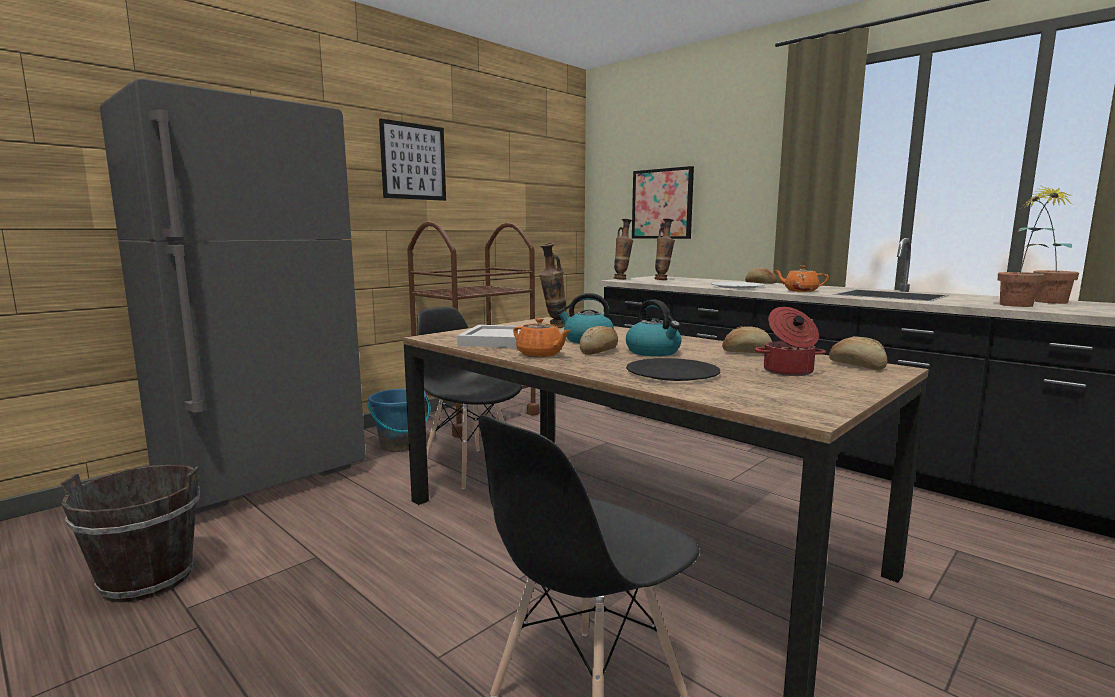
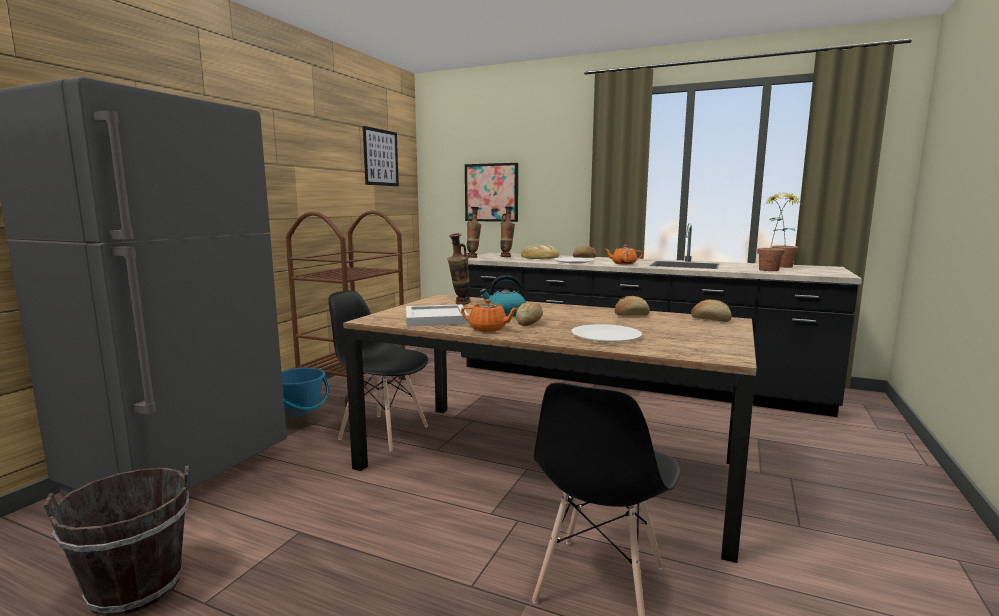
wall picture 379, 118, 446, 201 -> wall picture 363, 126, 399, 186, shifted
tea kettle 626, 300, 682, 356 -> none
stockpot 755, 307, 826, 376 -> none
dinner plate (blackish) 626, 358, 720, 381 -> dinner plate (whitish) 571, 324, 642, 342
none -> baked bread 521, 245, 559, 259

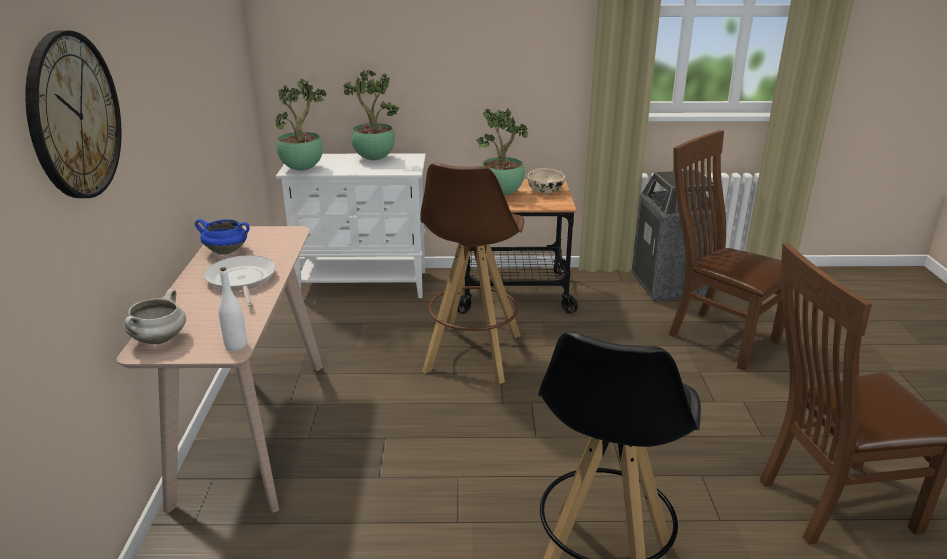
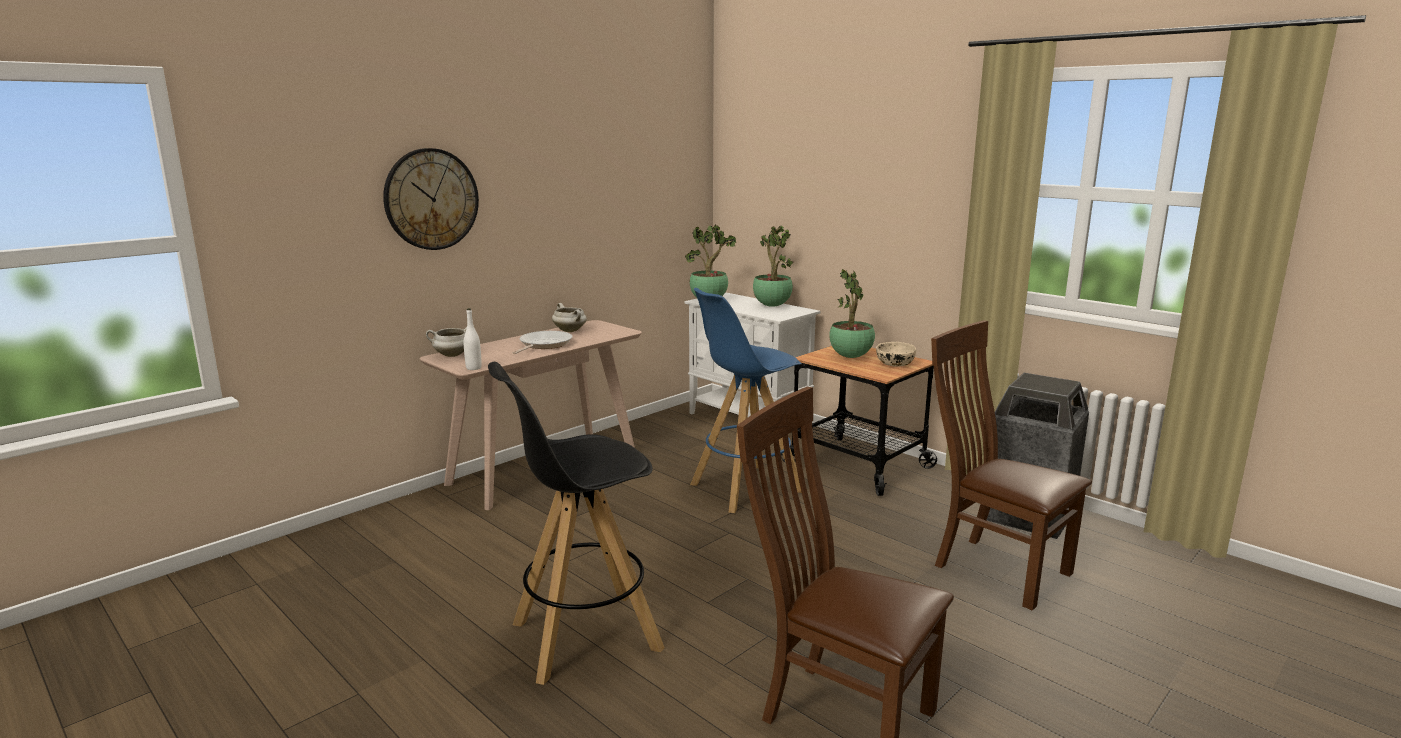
plain chair (brownish) 669, 130, 793, 371 -> plain chair (brownish) 931, 320, 1092, 611, 45 degrees counterclockwise
stool (brownish) 420, 163, 524, 384 -> stool (blue) 690, 288, 802, 513
stockpot (blue) 195, 219, 249, 255 -> stockpot (whitish) 552, 303, 587, 332

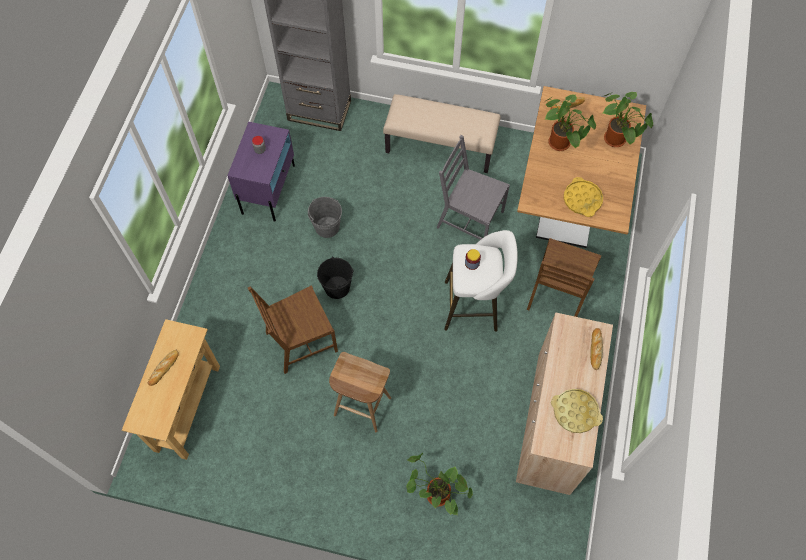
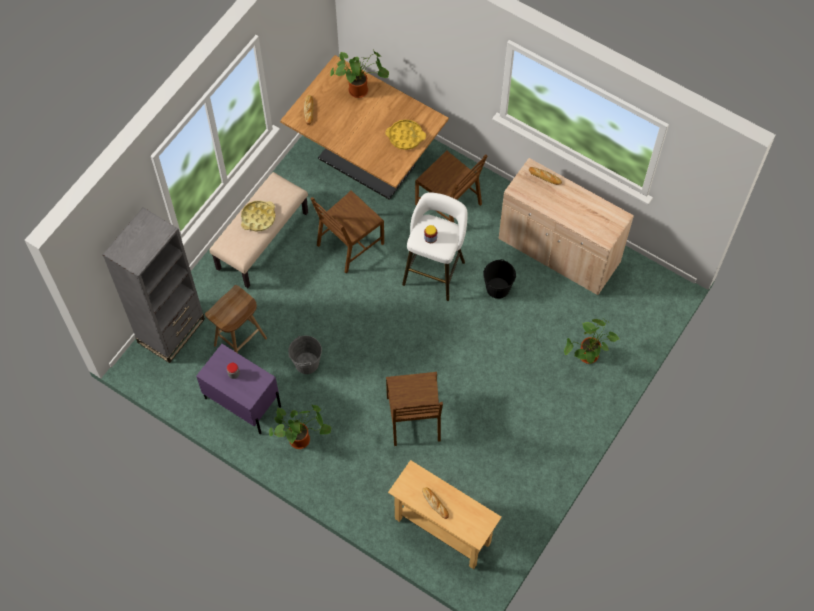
plant in a pot 545, 95, 596, 151 -> plant in a pot 269, 404, 331, 449, shifted
plain chair (grey) 436, 135, 510, 240 -> plain chair (brownish) 310, 190, 384, 273
water bucket (blackish) 317, 256, 353, 299 -> water bucket (blackish) 483, 259, 516, 299, shifted
stool (brownish) 329, 352, 391, 432 -> stool (brownish) 205, 285, 267, 353, shifted
serving tray (yellowish) 551, 389, 603, 433 -> serving tray (yellowish) 241, 201, 275, 232, shifted

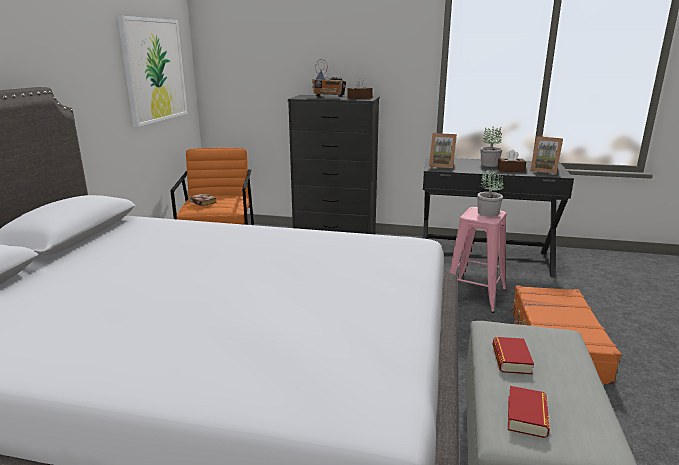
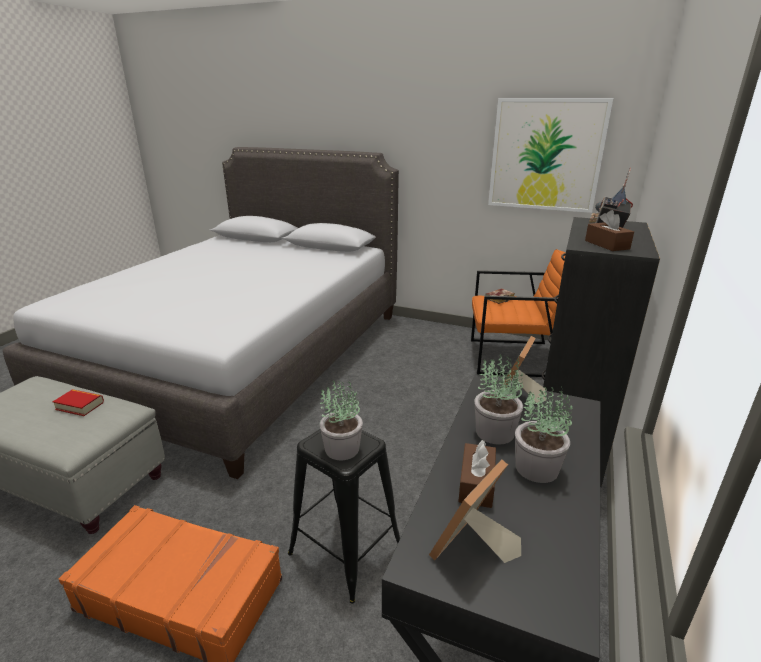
stool (pinkish) 450, 207, 507, 313 -> stool (blackish) 288, 429, 400, 604
book 508, 386, 550, 438 -> none
none -> plant in a pot 474, 354, 523, 445

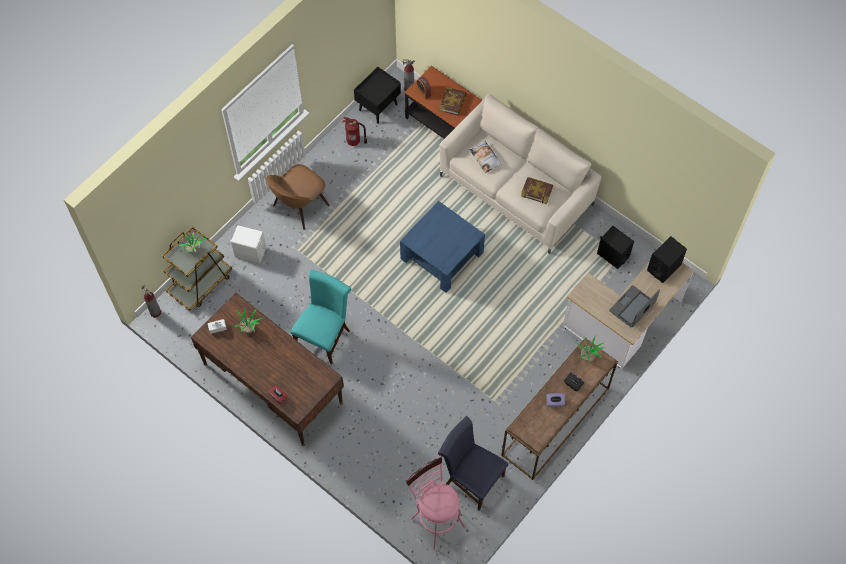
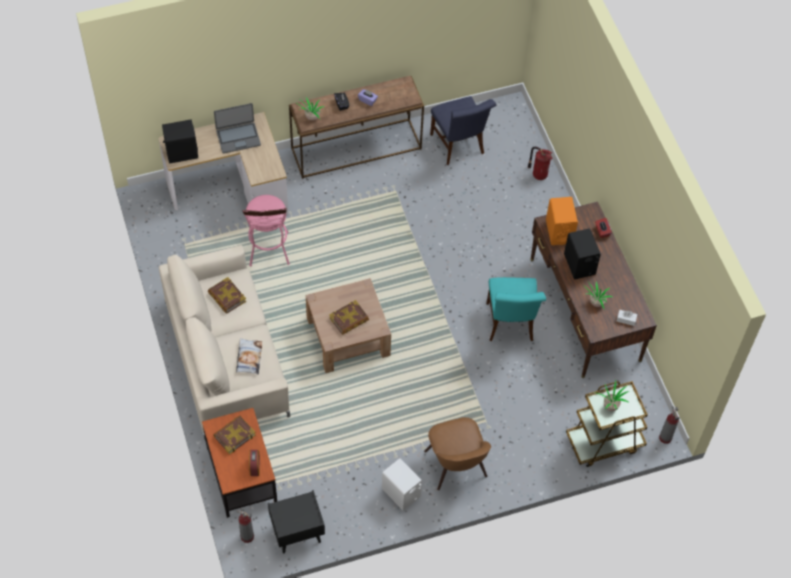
extinguisher 342, 117, 367, 146 -> extinguisher 528, 147, 553, 180, shifted
plain chair (brownish) 266, 164, 330, 230 -> plain chair (brownish) 424, 417, 491, 490, 90 degrees clockwise
lounge table (blue) 400, 201, 485, 293 -> lounge table (brownish) 306, 278, 391, 373
loudspeaker (whitish) 230, 225, 266, 263 -> loudspeaker (whitish) 382, 458, 422, 511, shifted
loudspeaker (blackish) 597, 226, 634, 269 -> loudspeaker (blackish) 564, 229, 601, 279, shifted
plain chair (turquoise-coloured) 290, 270, 352, 364 -> plain chair (turquoise-coloured) 486, 277, 546, 341, 60 degrees counterclockwise
stool (pinkish) 406, 456, 466, 550 -> stool (pinkish) 242, 195, 290, 266, shifted
none -> loudspeaker (orangey) 546, 197, 578, 245
none -> book 330, 300, 369, 335

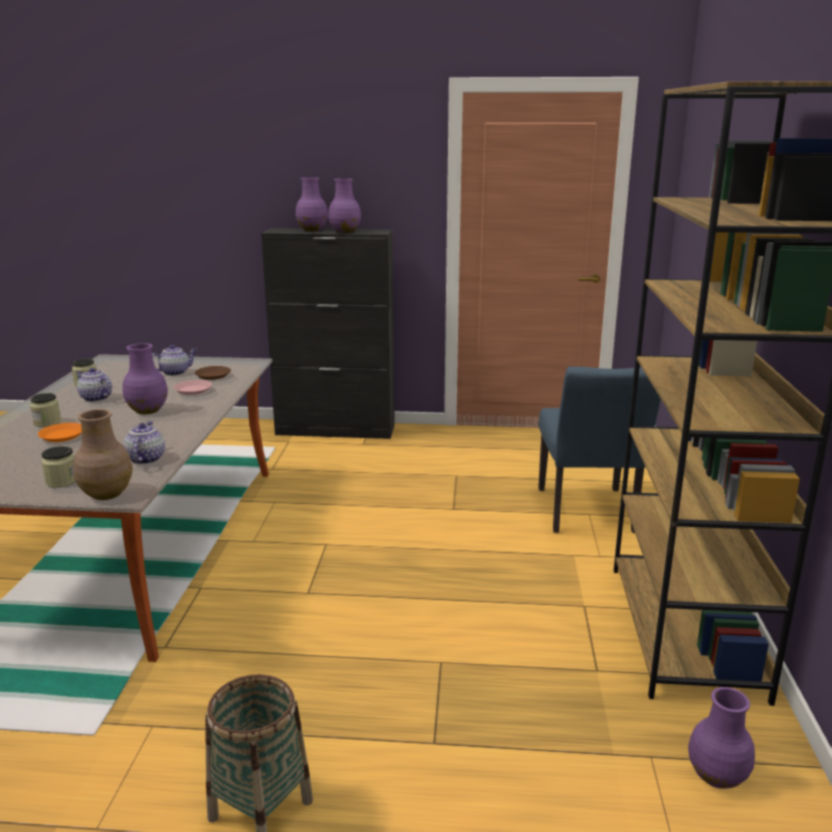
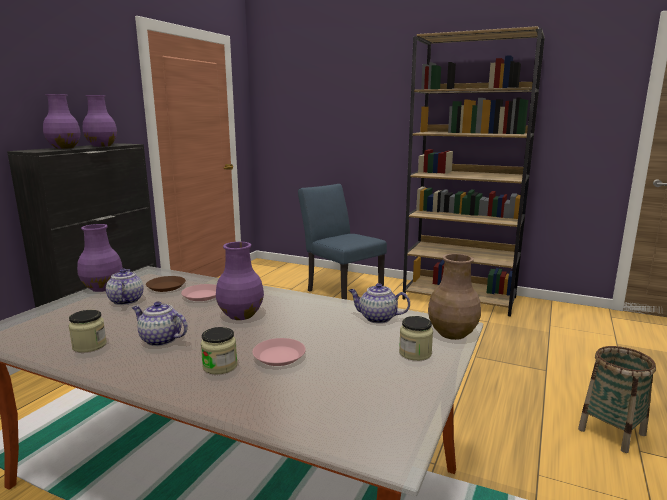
plain chair (blue) 538, 366, 661, 533 -> plain chair (blue) 298, 184, 387, 300, 150 degrees counterclockwise
teapot 76, 368, 112, 402 -> teapot 132, 301, 188, 346, 60 degrees clockwise
dinner plate (orangey) 38, 423, 82, 442 -> dinner plate (pinkish) 252, 338, 306, 366
decorative vase (purple-coloured) 688, 687, 755, 789 -> decorative vase (purple-coloured) 77, 224, 123, 292, shifted

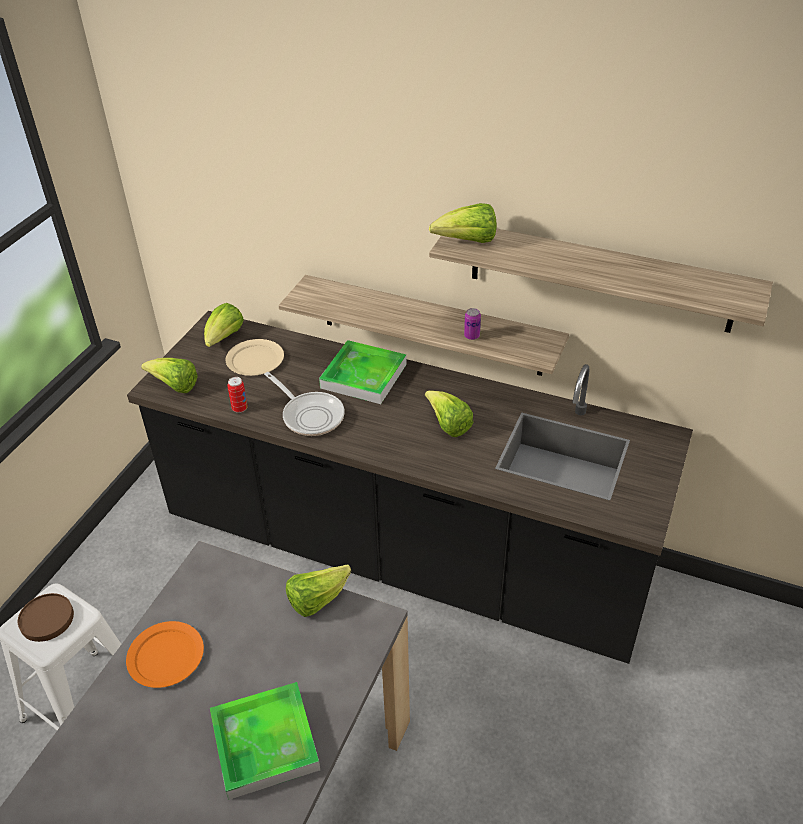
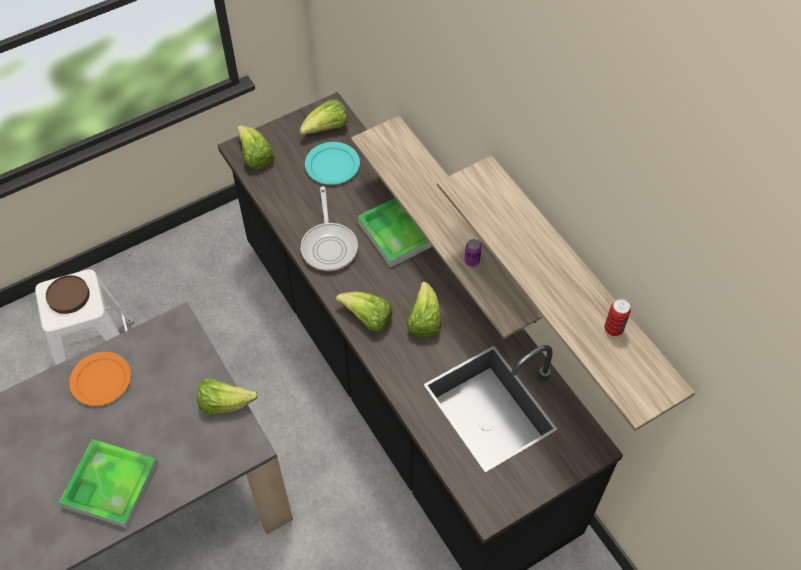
lettuce 429, 203, 496, 243 -> lettuce 336, 292, 393, 332, shifted
dinner plate (beige-coloured) 225, 339, 284, 376 -> dinner plate (turquoise-coloured) 305, 142, 360, 185
sealed can 227, 377, 248, 413 -> sealed can 605, 299, 631, 336, shifted

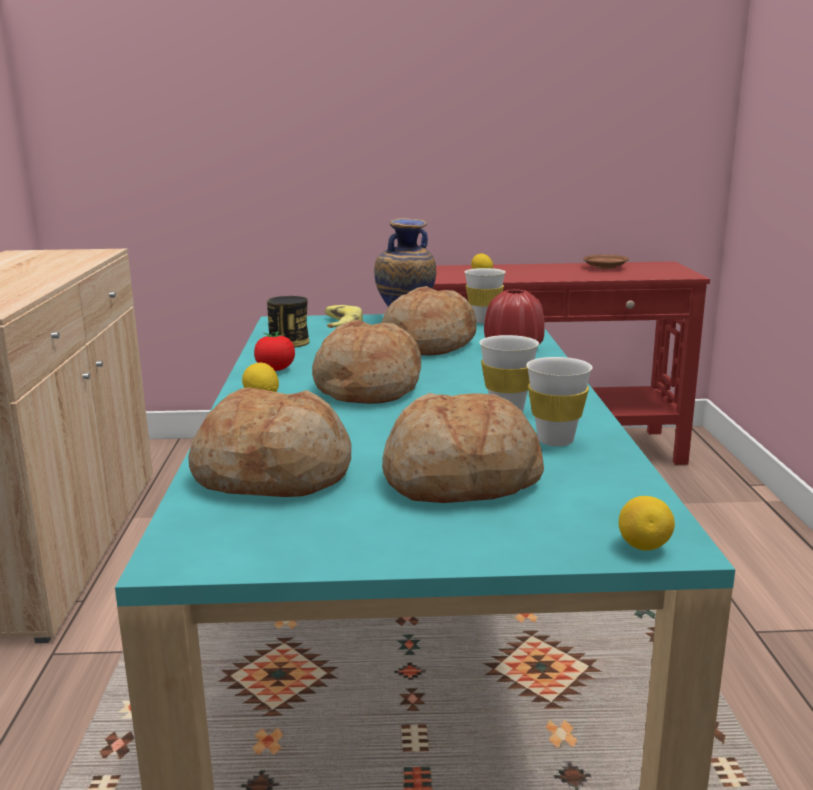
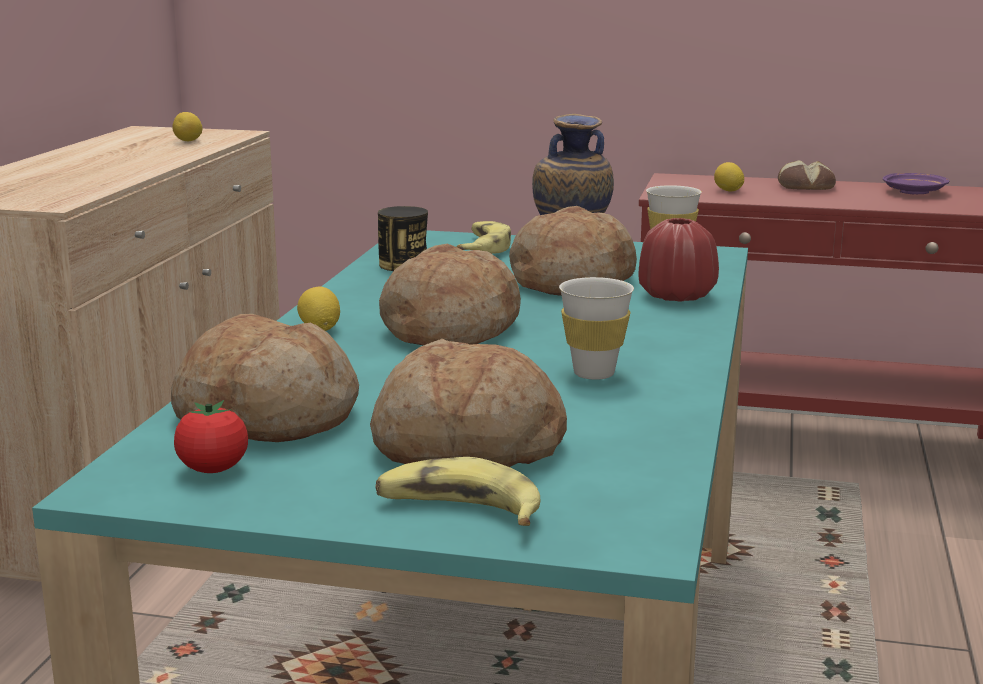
dinner plate (brownish) 583, 255, 629, 269 -> dinner plate (purple-coloured) 883, 173, 949, 194
tomato 254, 331, 295, 371 -> tomato 174, 400, 248, 473, shifted
drinking cup (whitish) 526, 357, 593, 446 -> none
citrus fruit 619, 496, 675, 551 -> citrus fruit 172, 112, 202, 141, shifted
none -> baked bread 778, 160, 836, 190
none -> banana 375, 457, 540, 526

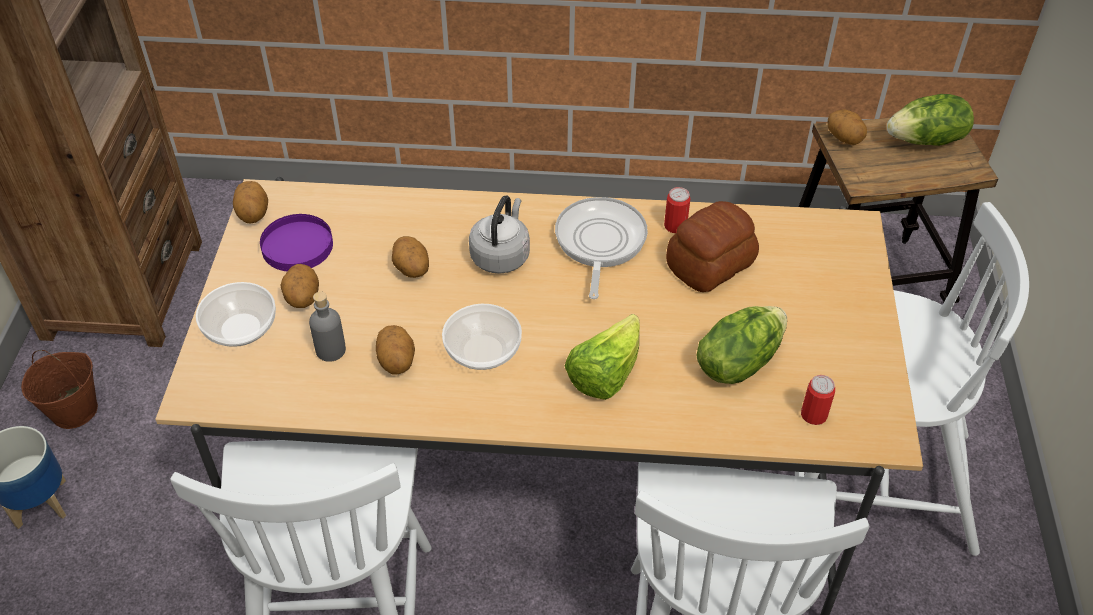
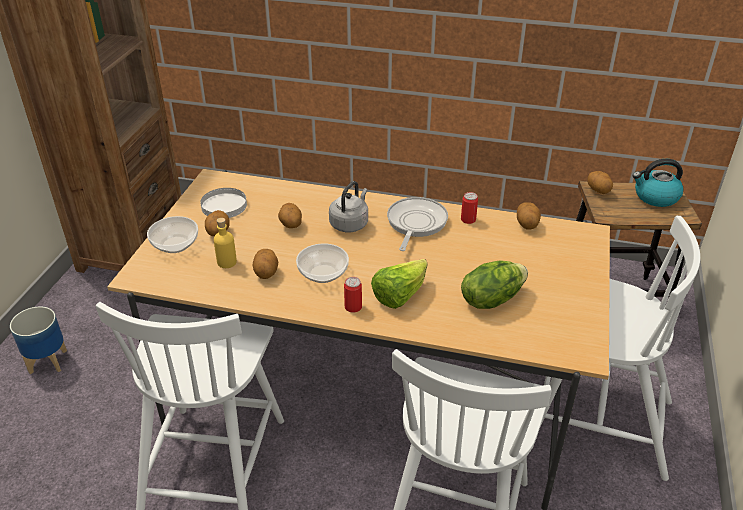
lettuce 887, 94, 974, 146 -> tea kettle 633, 159, 683, 207
whole potato 233, 181, 268, 224 -> whole potato 517, 203, 541, 230, shifted
baked bread 666, 201, 759, 292 -> none
dinner plate (purple-coloured) 260, 214, 333, 271 -> dinner plate (whitish) 200, 188, 247, 218
drink bottle (grey) 309, 292, 346, 362 -> drink bottle (yellowish) 214, 218, 237, 268
water bucket (brownish) 21, 350, 98, 429 -> none
sealed can 801, 375, 835, 425 -> sealed can 344, 277, 362, 313, shifted

